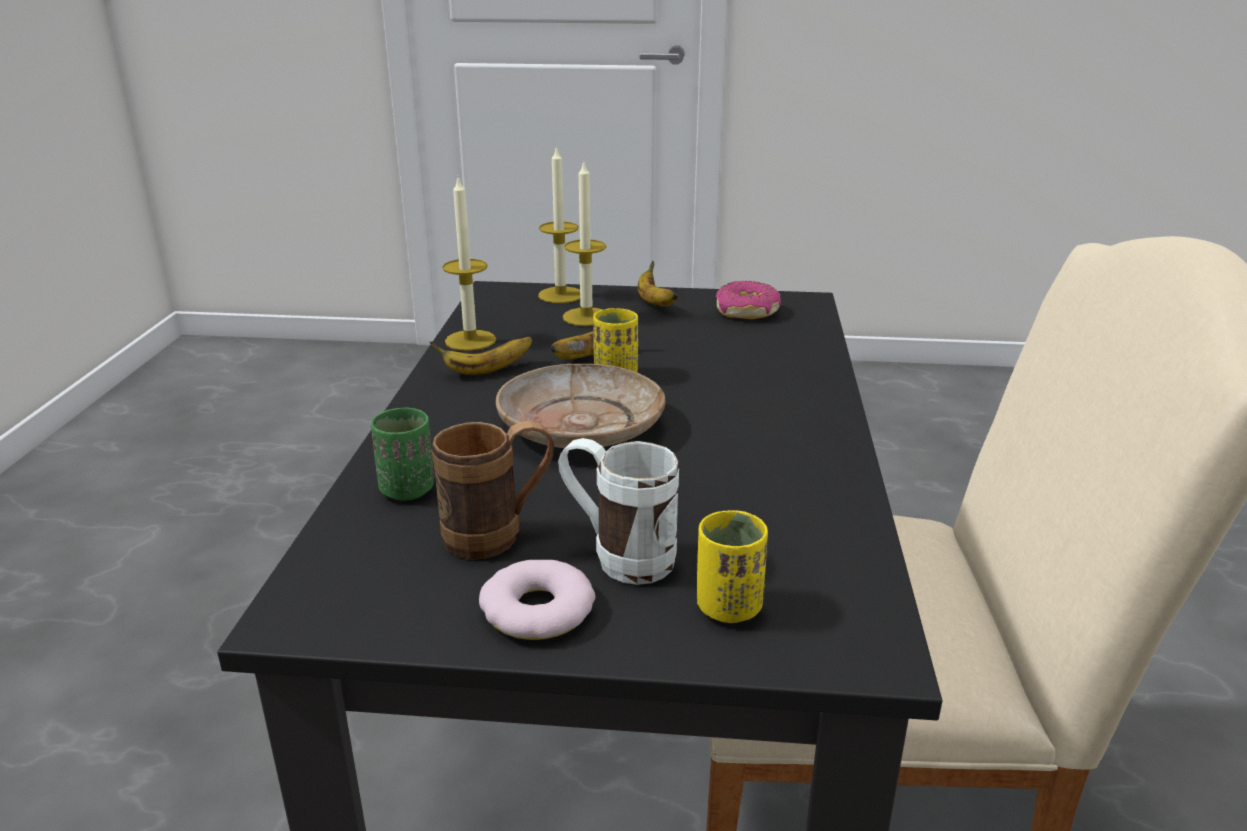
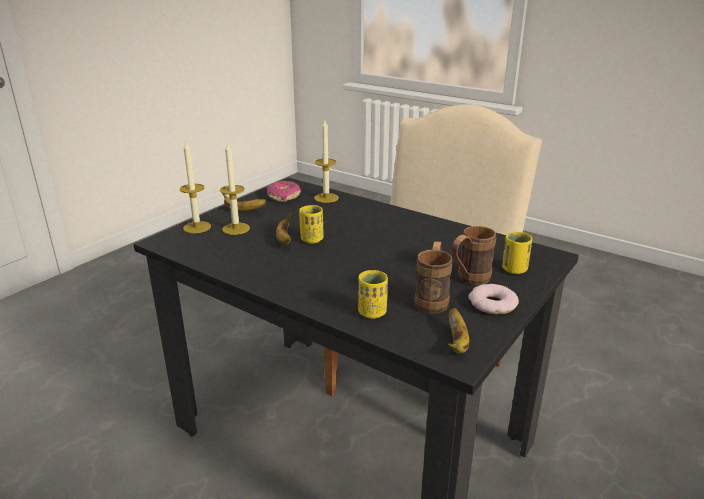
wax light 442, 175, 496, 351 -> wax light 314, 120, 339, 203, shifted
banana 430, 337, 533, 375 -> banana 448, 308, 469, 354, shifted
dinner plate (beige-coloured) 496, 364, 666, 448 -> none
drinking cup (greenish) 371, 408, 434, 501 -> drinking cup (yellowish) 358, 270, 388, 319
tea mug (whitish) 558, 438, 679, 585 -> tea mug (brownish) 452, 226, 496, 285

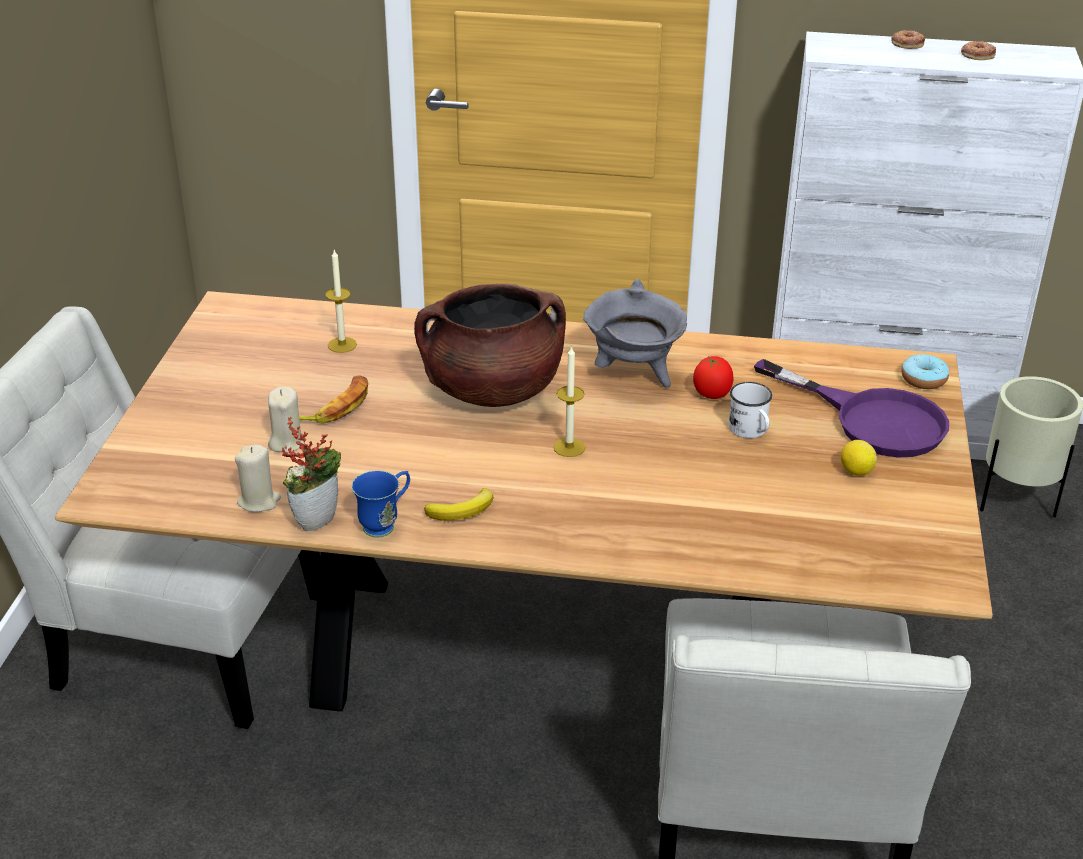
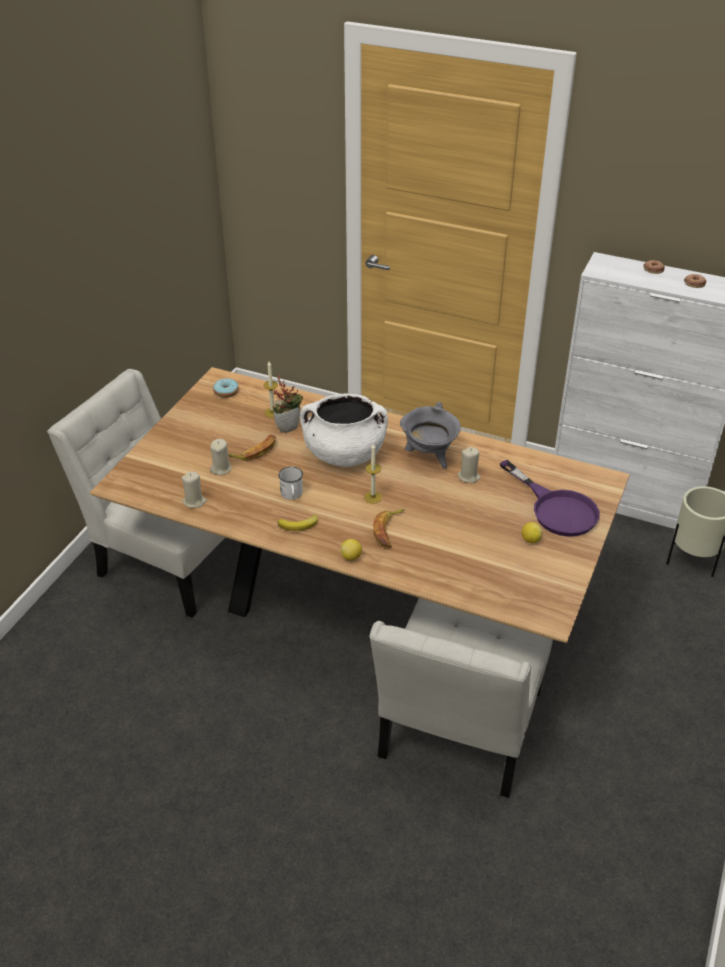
stockpot (brownish) 414, 284, 566, 407 -> stockpot (whitish) 300, 394, 388, 467
ring doughnut 901, 354, 949, 389 -> ring doughnut 213, 378, 239, 398, shifted
tomato 693, 356, 734, 399 -> wax light (beige-coloured) 458, 447, 481, 483
tea mug (whitish) 729, 382, 772, 438 -> tea mug (whitish) 278, 467, 303, 500, shifted
plant in a pot 282, 416, 341, 531 -> plant in a pot 272, 375, 303, 433, shifted
tea mug (blue) 351, 470, 410, 537 -> none
none -> banana 373, 509, 405, 548
none -> citrus fruit 340, 539, 362, 560

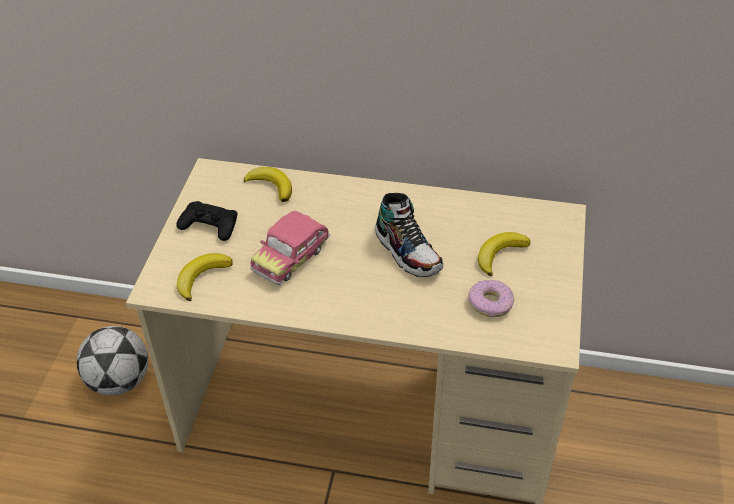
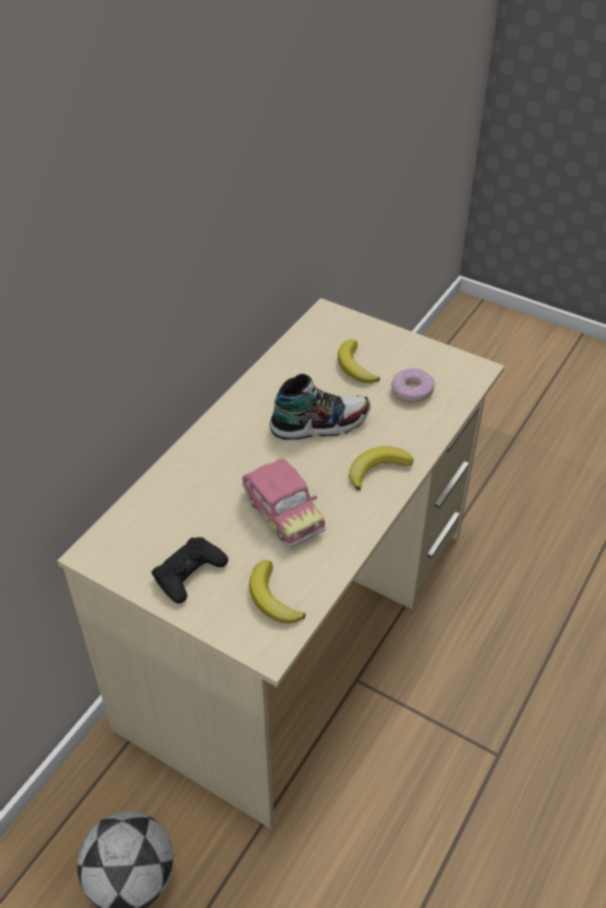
banana 244, 167, 292, 202 -> banana 349, 446, 414, 491, shifted

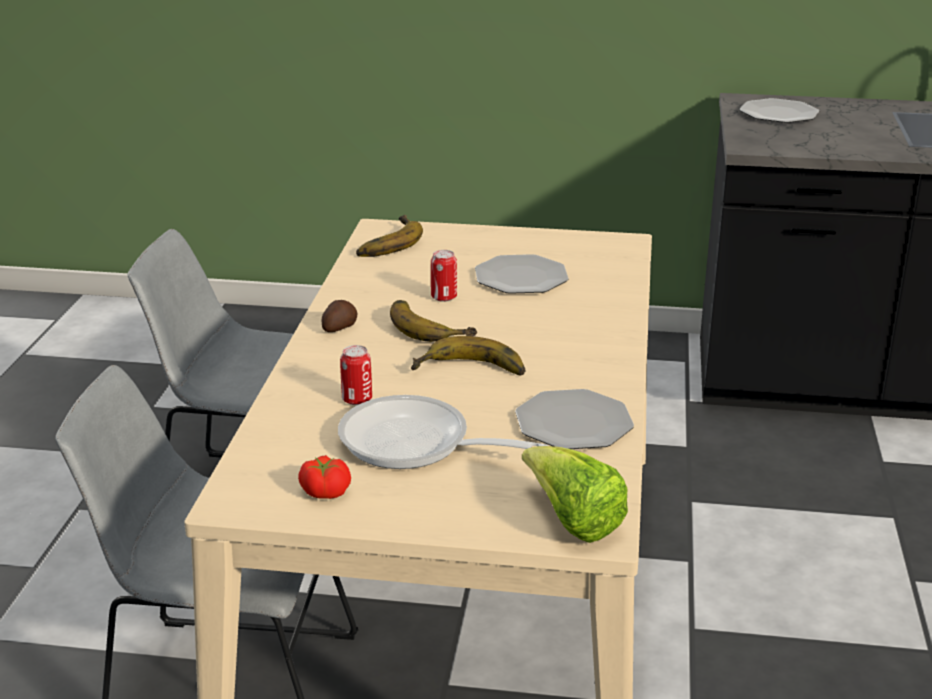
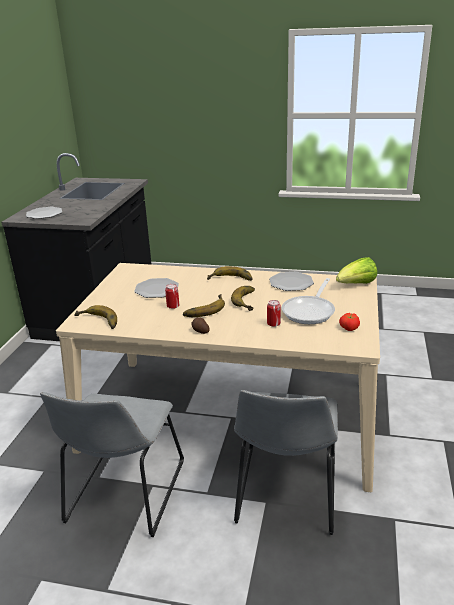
none -> banana 207, 266, 253, 281

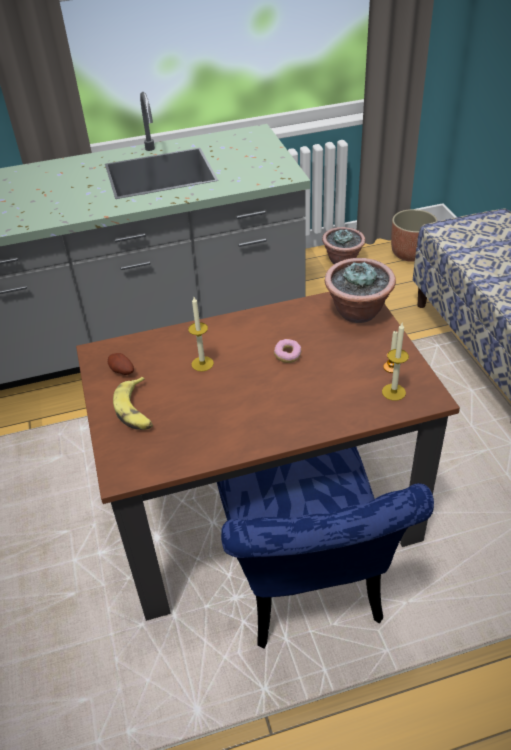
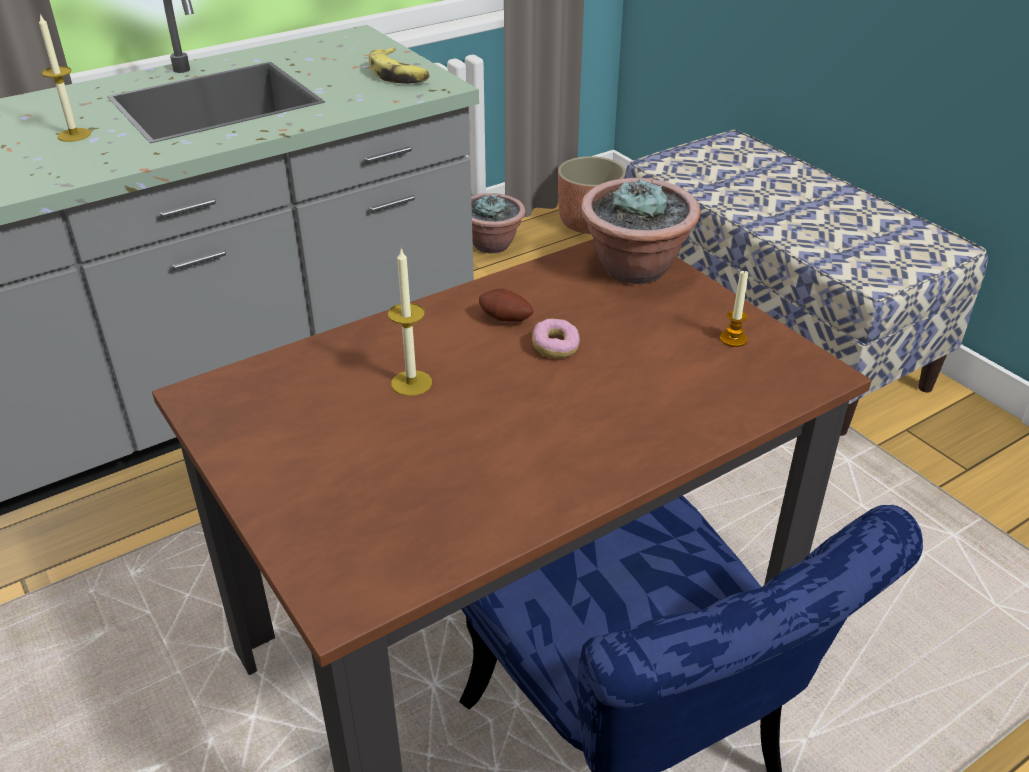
wax light 382, 323, 409, 401 -> wax light 39, 13, 91, 142, shifted
whole potato 108, 353, 134, 375 -> whole potato 479, 288, 533, 321, shifted
banana 113, 377, 153, 430 -> banana 369, 47, 430, 84, shifted

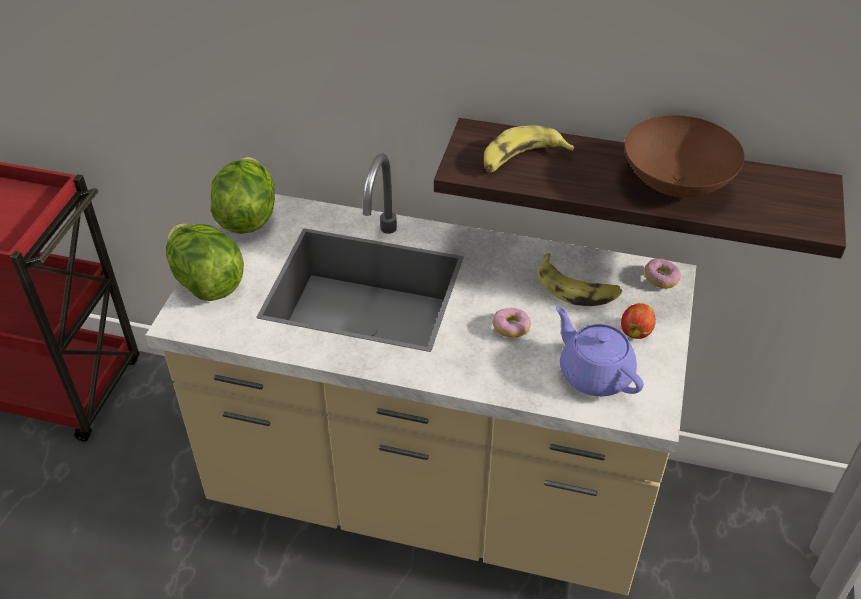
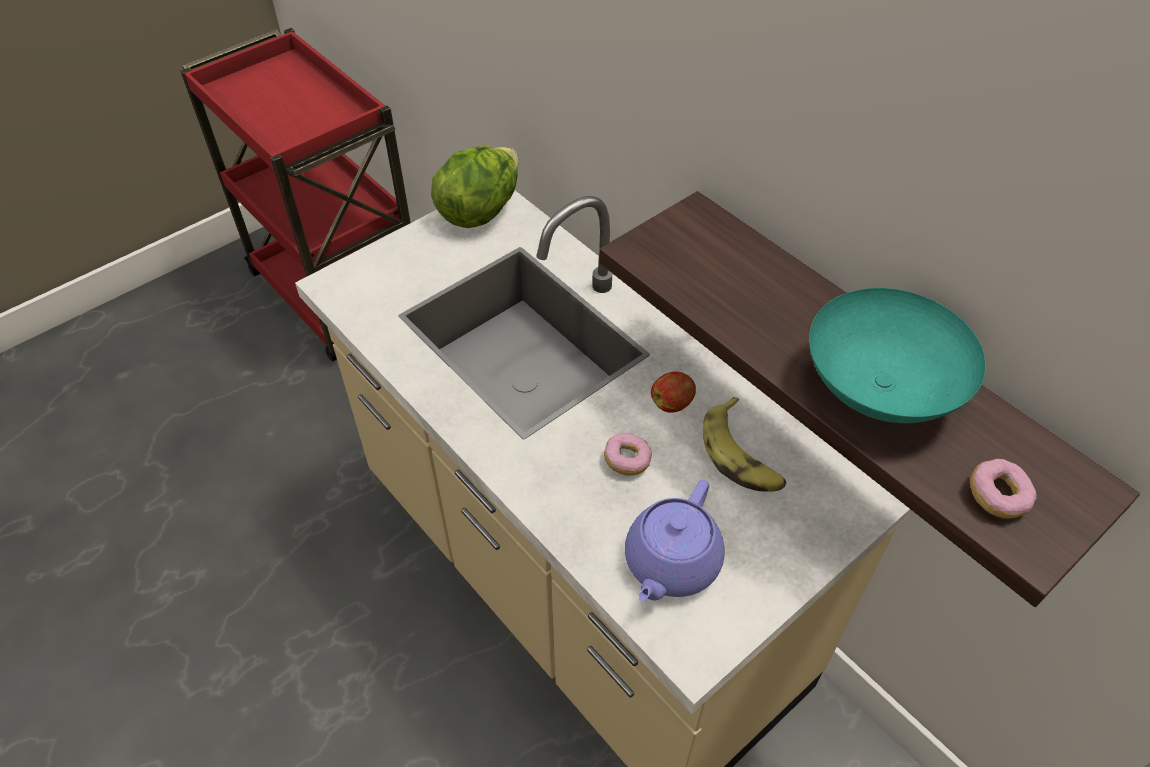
deep dish (brownish) 625, 115, 745, 197 -> deep dish (turquoise-coloured) 809, 288, 986, 423
banana 484, 125, 574, 172 -> none
lettuce 166, 224, 244, 301 -> none
ring doughnut 644, 258, 681, 289 -> ring doughnut 970, 459, 1037, 519, shifted
whole apple 621, 303, 656, 339 -> whole apple 651, 372, 696, 413, shifted
teapot (purple-coloured) 556, 306, 644, 396 -> teapot (purple-coloured) 625, 480, 725, 602, 150 degrees counterclockwise

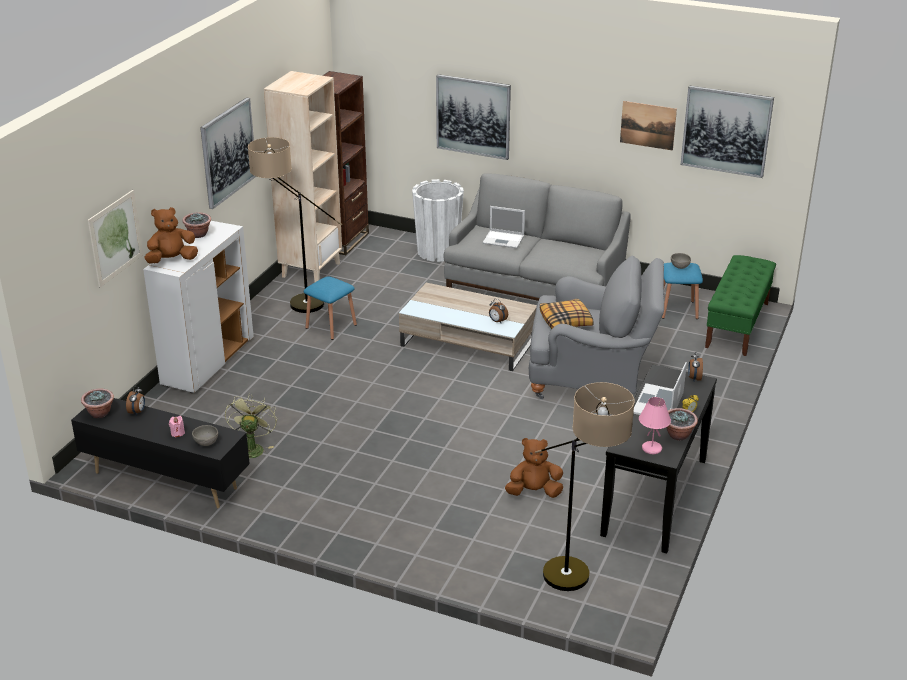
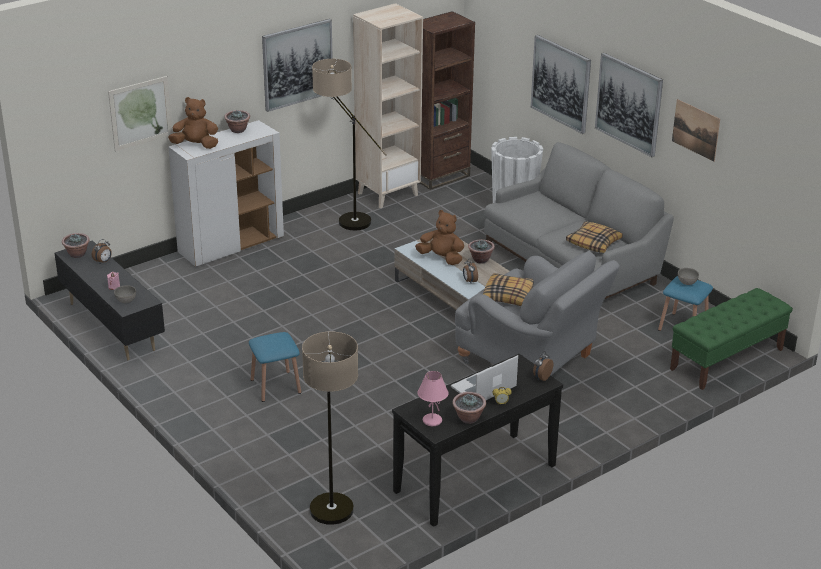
wall picture 681, 86, 774, 178 -> wall picture 595, 53, 663, 157, shifted
notebook computer 482, 206, 525, 248 -> none
stool (blue) 304, 276, 357, 340 -> stool (blue) 249, 332, 301, 402, shifted
fan (greenish) 225, 394, 277, 458 -> none
soft toy (brownish) 505, 438, 563, 498 -> soft toy (brownish) 415, 210, 464, 265, shifted
none -> pillow 566, 221, 623, 253
none -> plant in a pot 468, 240, 495, 264

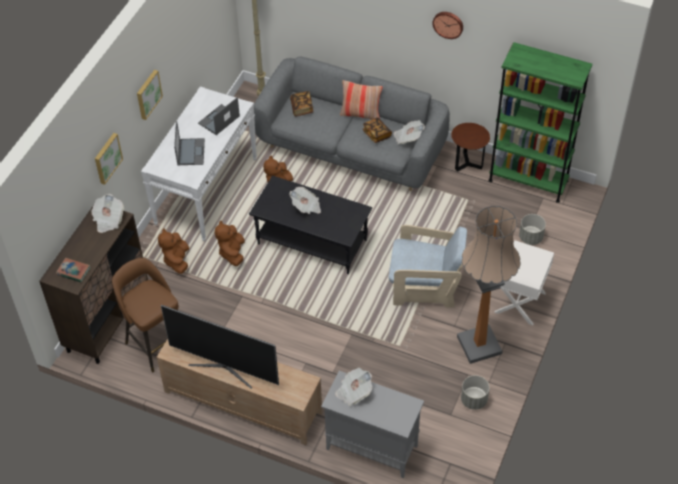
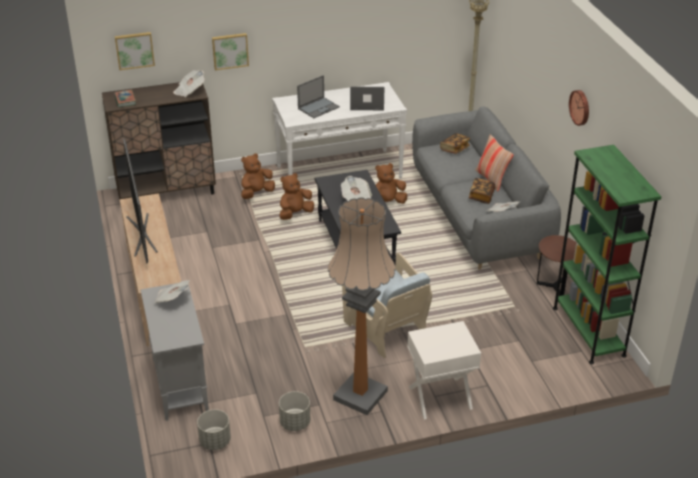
wall picture 137, 70, 163, 120 -> wall picture 115, 32, 155, 70, shifted
flower pot (grey) 519, 214, 546, 245 -> flower pot (grey) 197, 409, 231, 450, shifted
stool (brownish) 112, 258, 179, 372 -> none

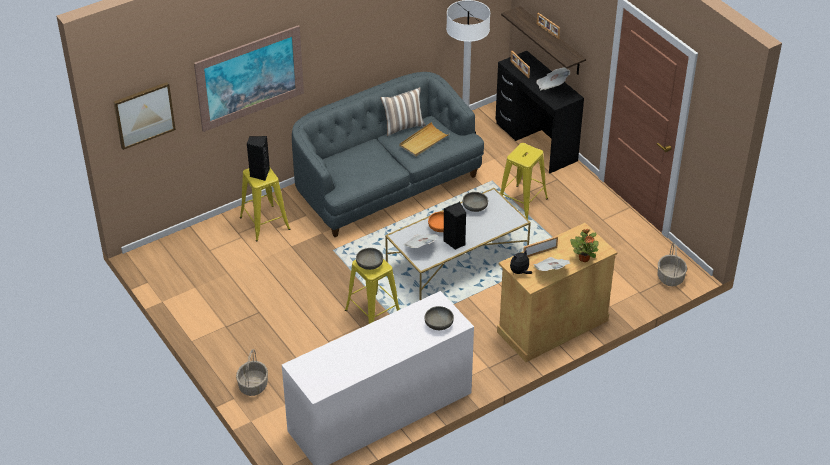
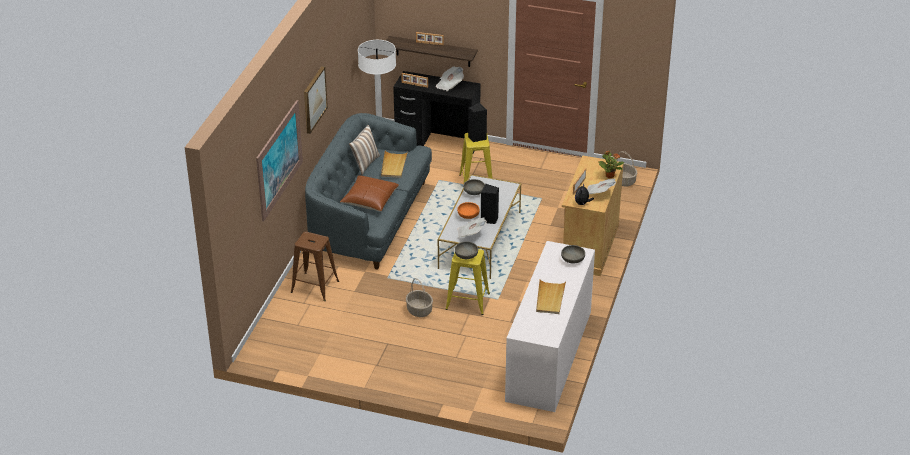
wall picture 113, 82, 176, 150 -> wall picture 304, 66, 328, 134, shifted
loudspeaker (blackish) 247, 136, 270, 181 -> loudspeaker (blackish) 468, 103, 487, 142, shifted
stool (yellowish) 240, 168, 290, 242 -> stool (brownish) 291, 232, 339, 301
household basket 236, 349, 268, 396 -> household basket 406, 278, 433, 317, shifted
none -> pillow (brownish) 340, 175, 399, 211
none -> serving tray (beige-coloured) 536, 280, 566, 314

